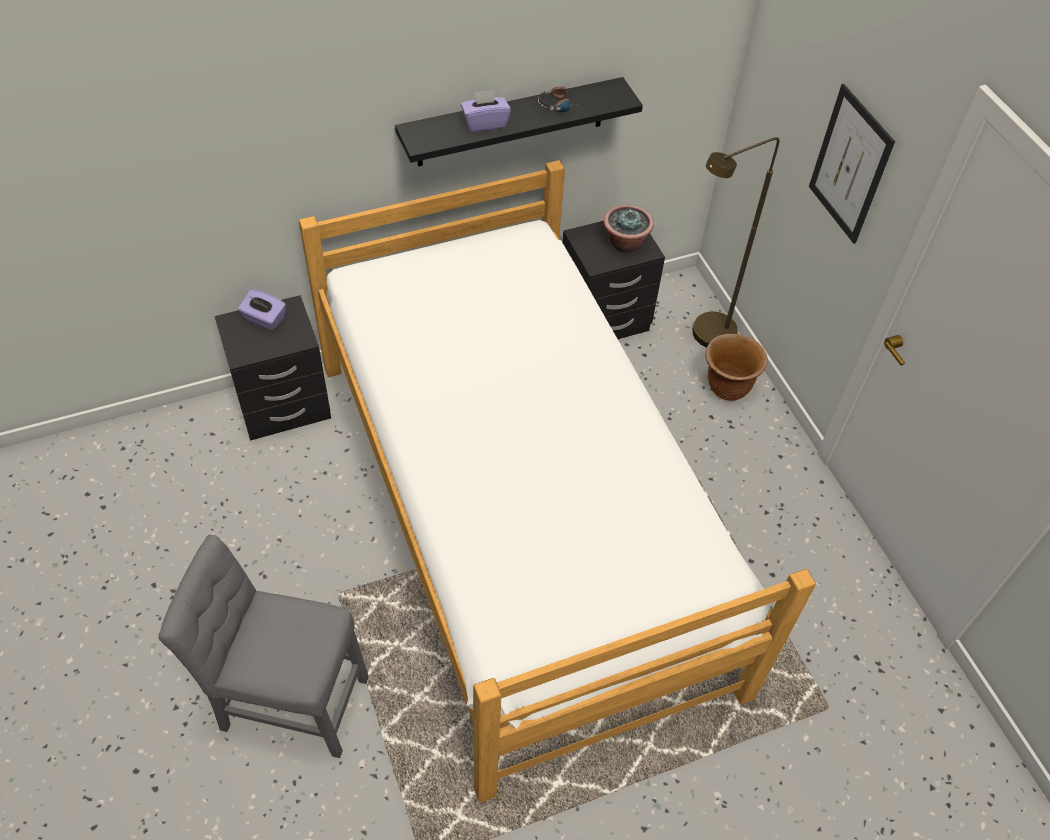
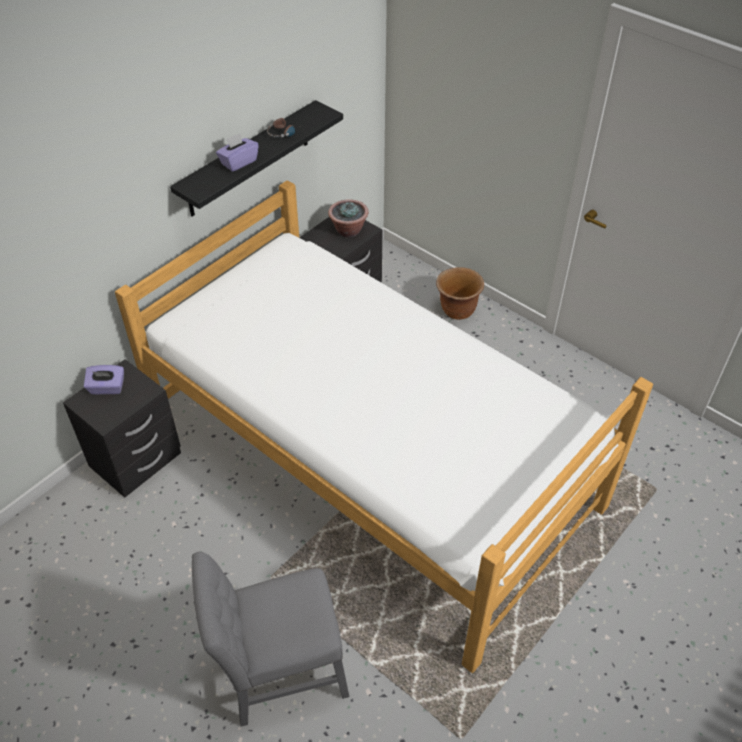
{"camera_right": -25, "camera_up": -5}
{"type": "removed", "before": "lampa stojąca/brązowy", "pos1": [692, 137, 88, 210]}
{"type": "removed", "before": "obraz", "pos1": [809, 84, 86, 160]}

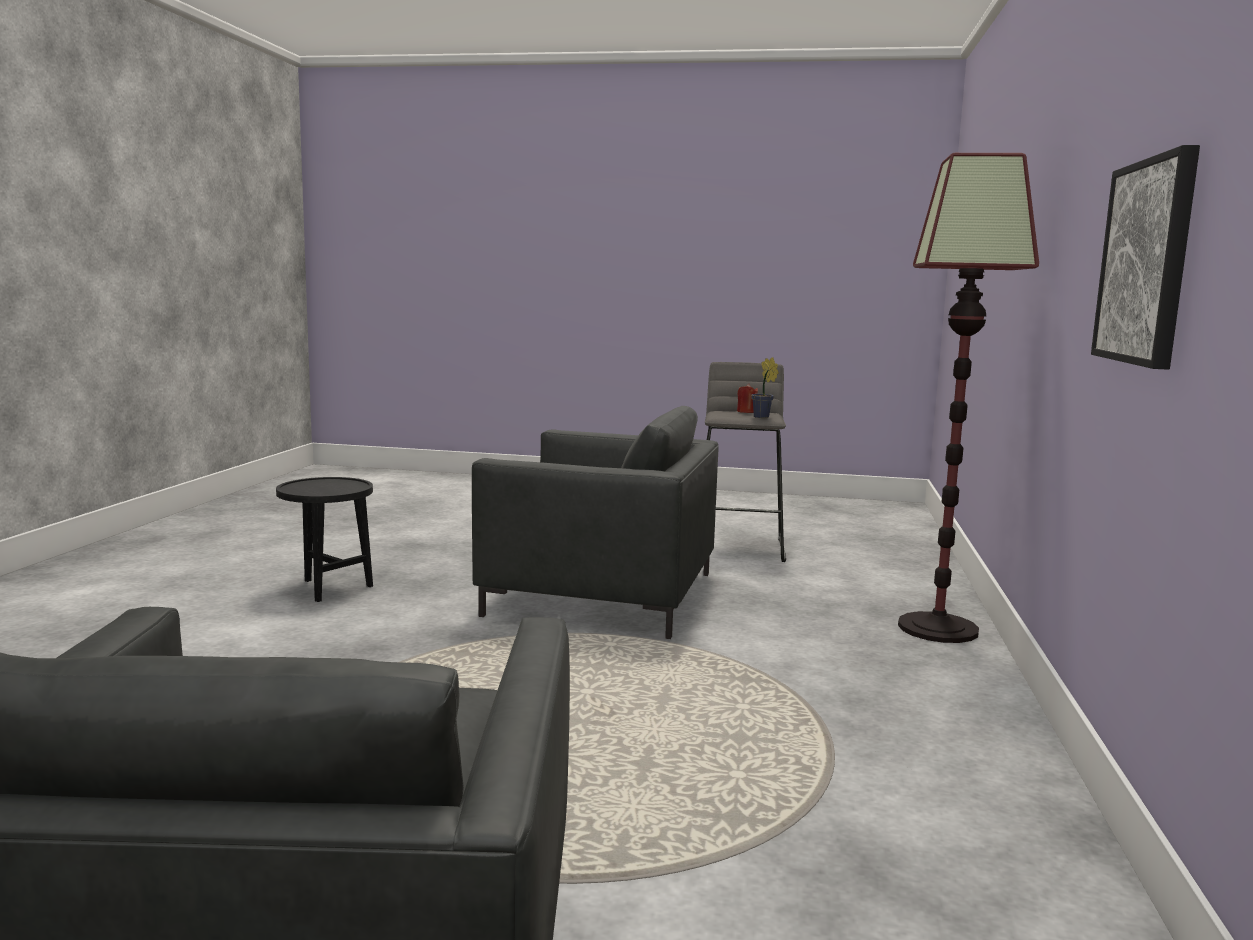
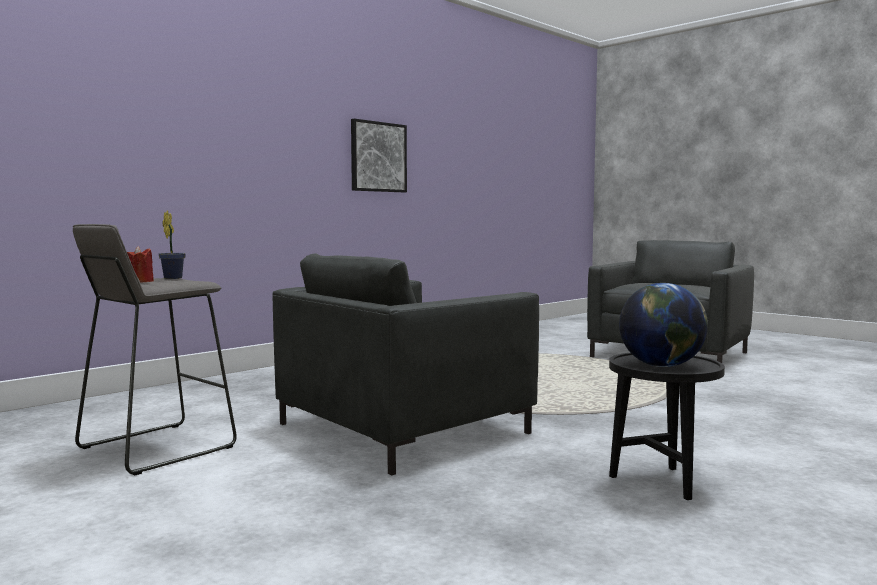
{"camera_right": -145, "camera_up": -5}
{"type": "turned", "before": "fotel/szary", "pos1": [472, 406, 247, 233], "pos2": [272, 254, 267, 222], "turn": -90}
{"type": "removed", "before": "lampa stojąca", "pos1": [898, 153, 141, 490]}
{"type": "added", "after": "globus", "pos2": [619, 283, 89, 84]}

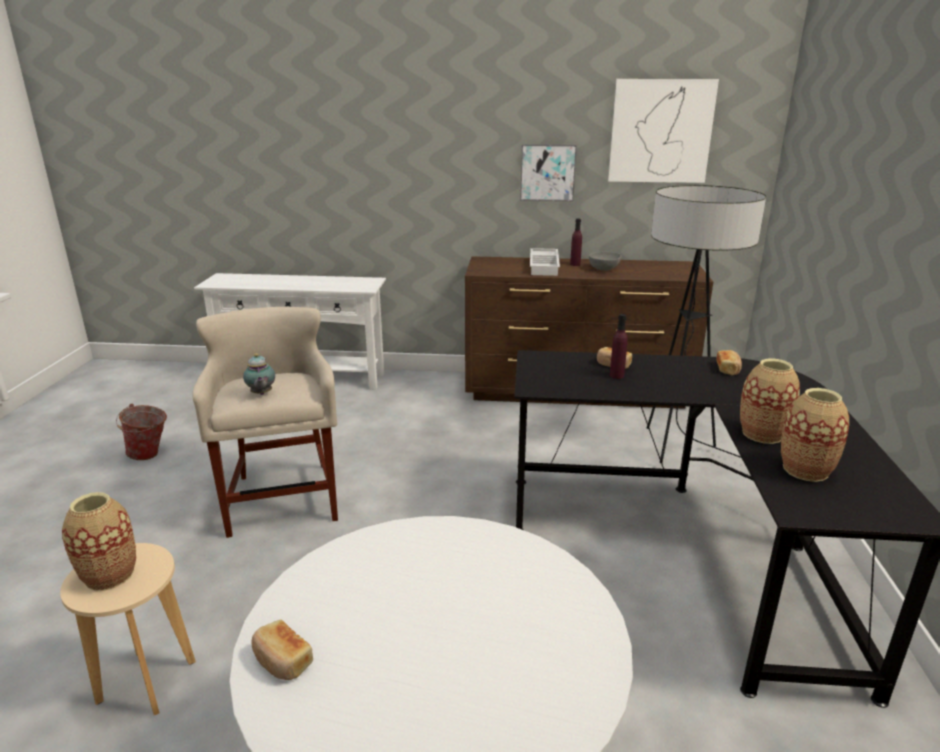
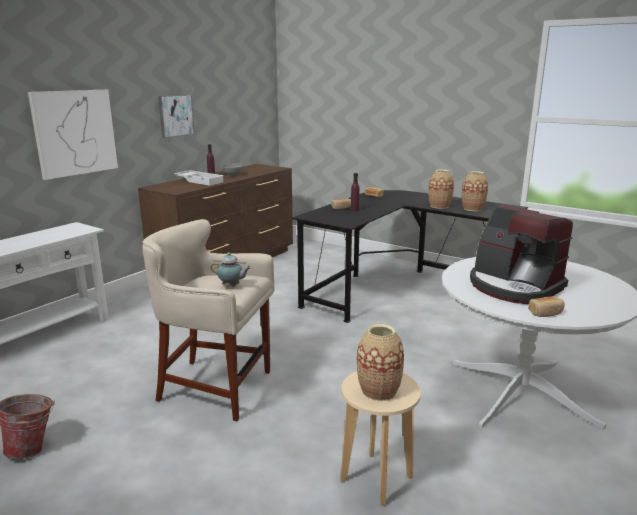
{"camera_right": -60, "camera_up": -5}
{"type": "moved", "before": "obraz", "pos1": [608, 79, 111, 104], "pos2": [28, 90, 90, 90]}
{"type": "removed", "before": "lampa stojąca", "pos1": [647, 185, 119, 278]}
{"type": "added", "after": "ekspres do kawy", "pos2": [470, 205, 103, 99]}

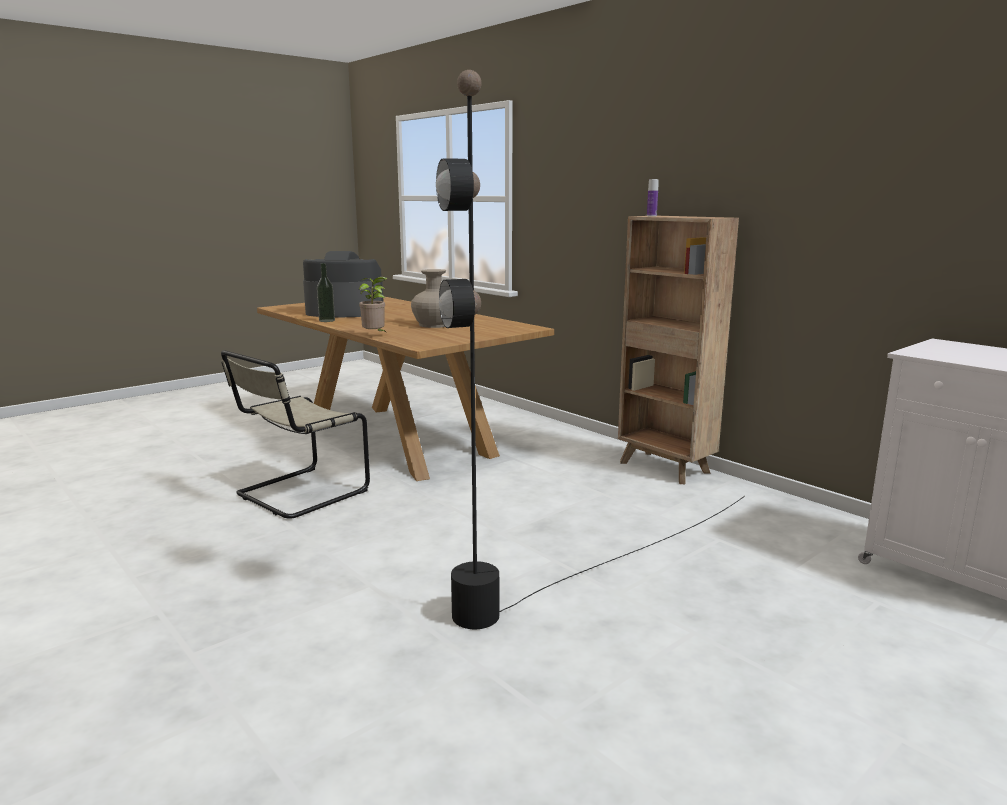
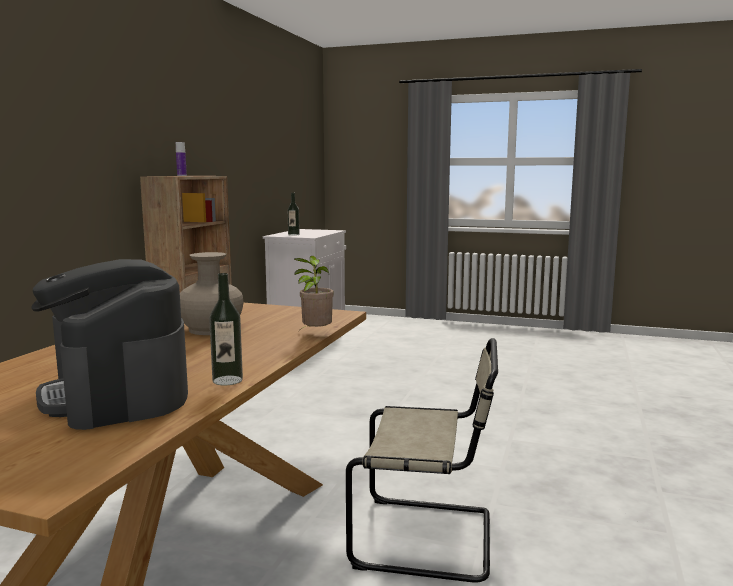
{"camera_right": -120, "camera_up": -5}
{"type": "removed", "before": "lampa stojąca/czarny", "pos1": [436, 70, 309, 559]}
{"type": "added", "after": "butelka", "pos2": [288, 193, 12, 43]}

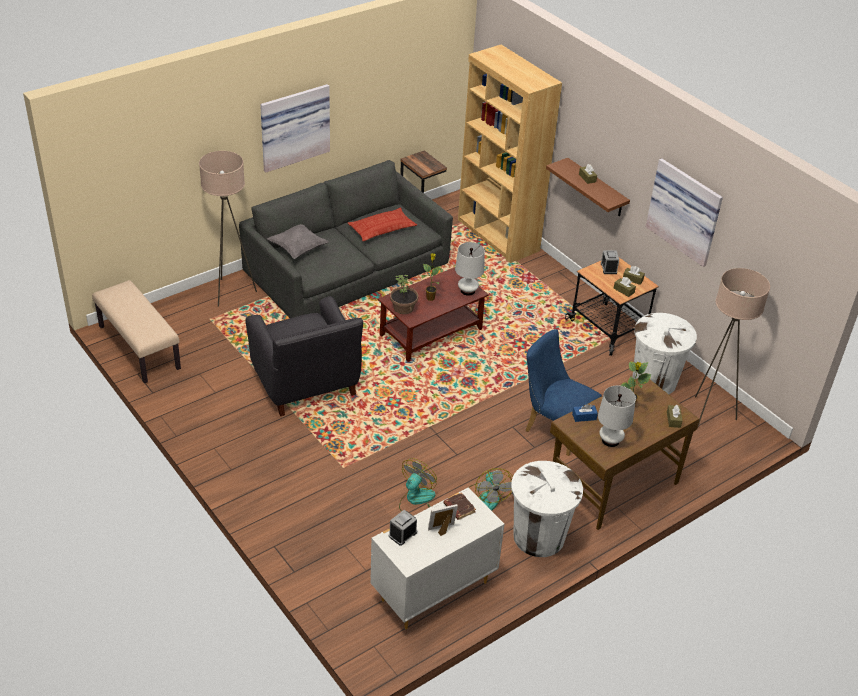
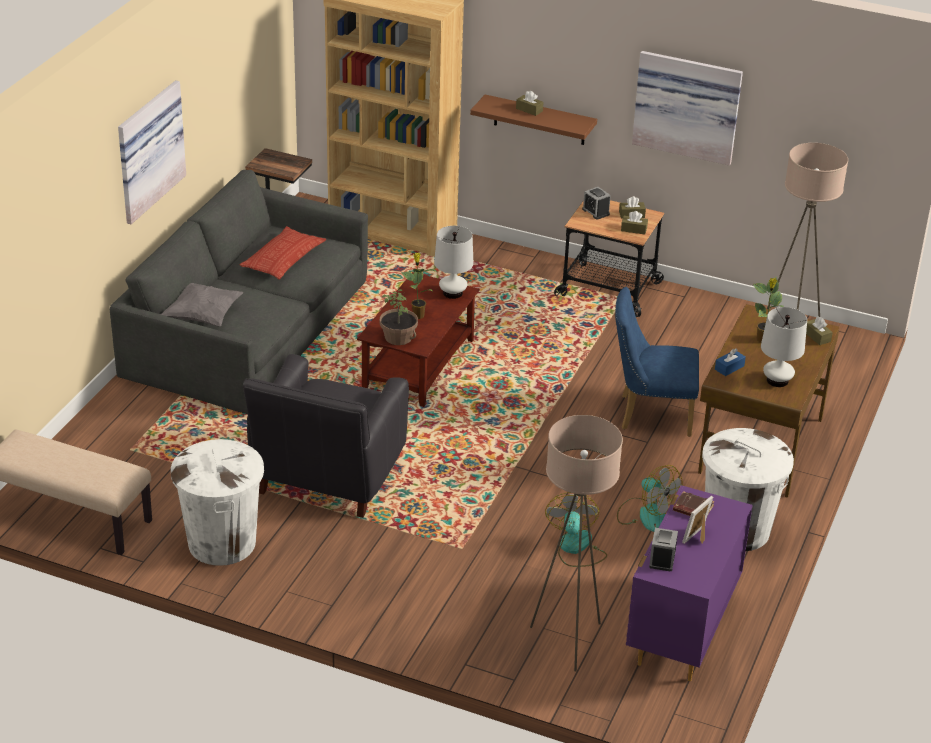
{"camera_right": -30, "camera_up": -5}
{"type": "moved", "before": "lampa stojąca/beżowy", "pos1": [199, 151, 58, 156], "pos2": [530, 415, 93, 257]}
{"type": "turned", "before": "fotel/czarny", "pos1": [245, 296, 118, 120], "pos2": [243, 354, 166, 164], "turn": 75}
{"type": "recoloured", "before": "komoda/biały", "after": "komoda/fioletowy", "pos1": [370, 488, 134, 141], "pos2": [626, 485, 127, 196]}
{"type": "moved", "before": "kosz na śmieci/biały", "pos1": [633, 313, 64, 81], "pos2": [171, 439, 93, 127]}

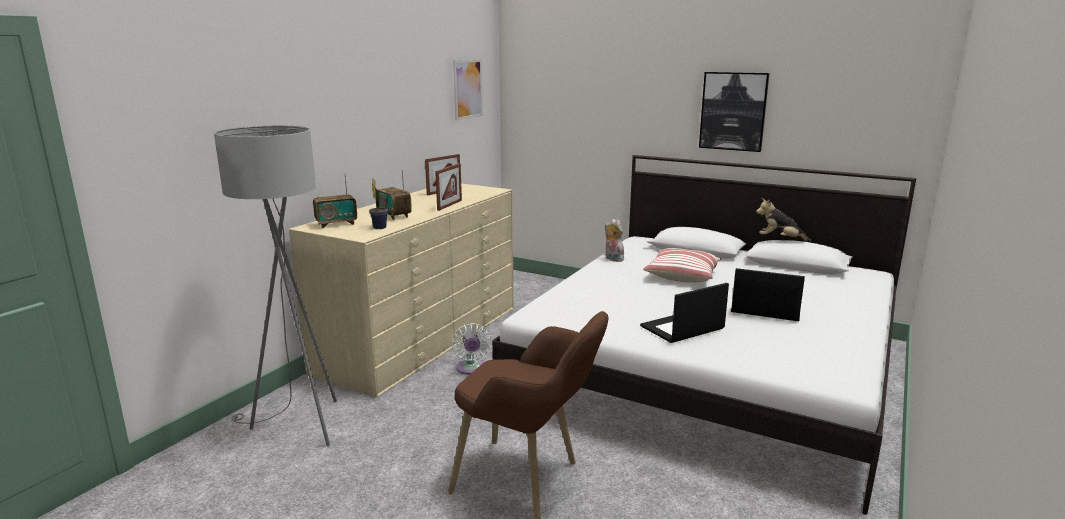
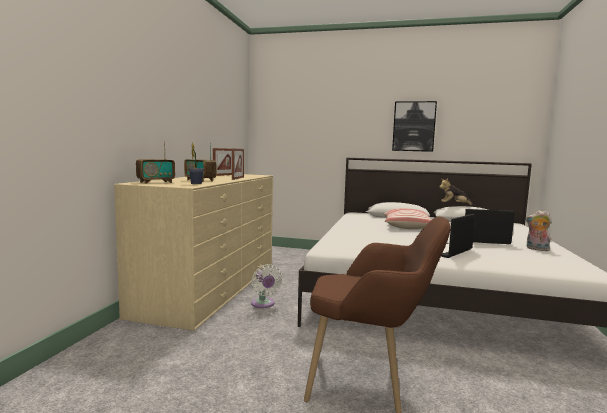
{"camera_right": -15, "camera_up": -10}
{"type": "removed", "before": "lampa stojąca/szary", "pos1": [214, 125, 123, 321]}
{"type": "removed", "before": "obraz", "pos1": [453, 59, 30, 61]}
{"type": "moved", "before": "pluszak", "pos1": [605, 219, 19, 43], "pos2": [525, 210, 27, 41]}

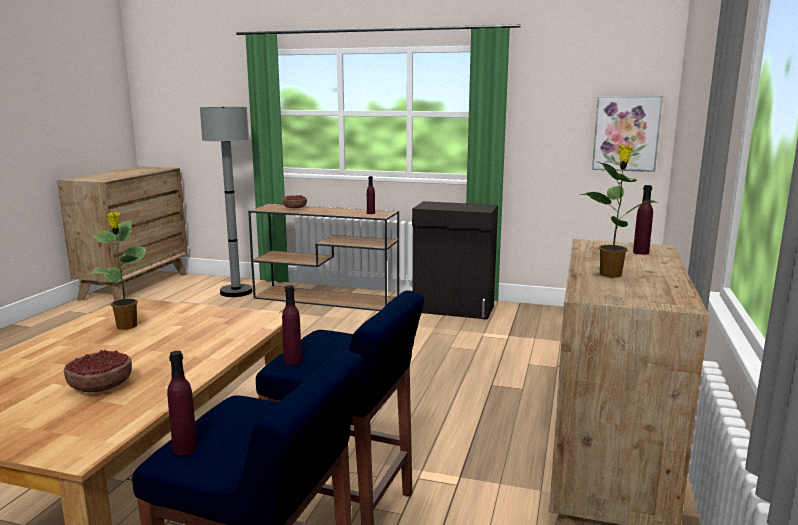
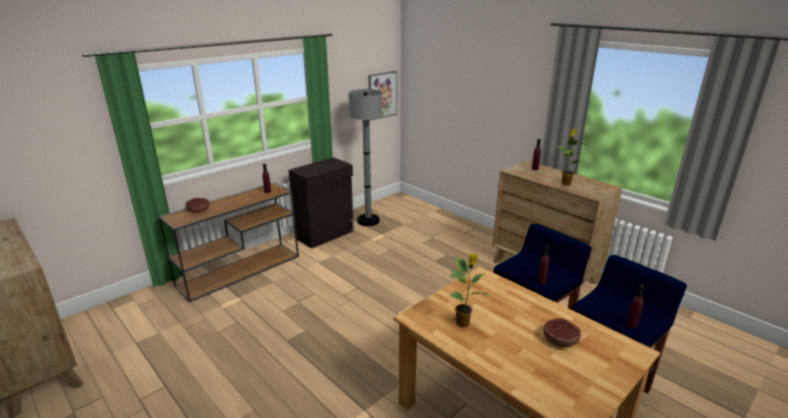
{"camera_right": -60, "camera_up": 10}
{"type": "moved", "before": "lampa stojąca/szary", "pos1": [200, 107, 52, 190], "pos2": [348, 89, 35, 137]}

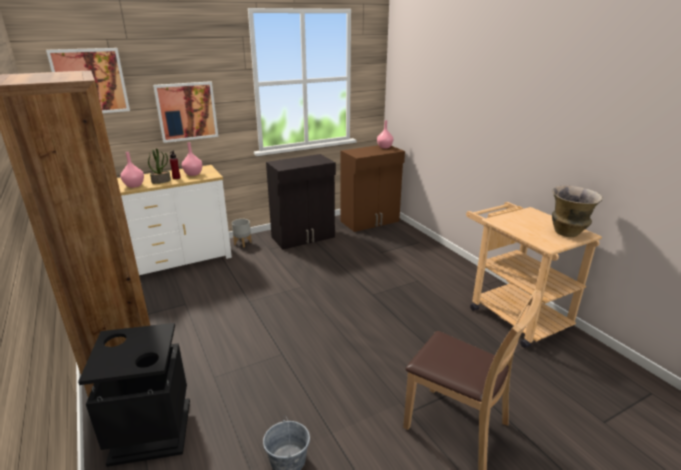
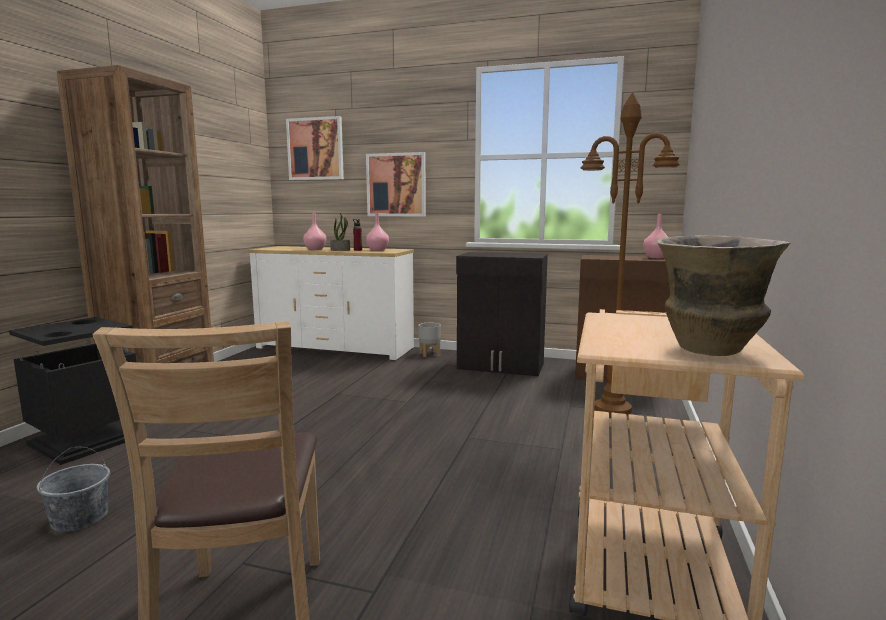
{"camera_right": 45, "camera_up": -15}
{"type": "added", "after": "lampa stojąca/brązowy", "pos2": [581, 92, 99, 324]}

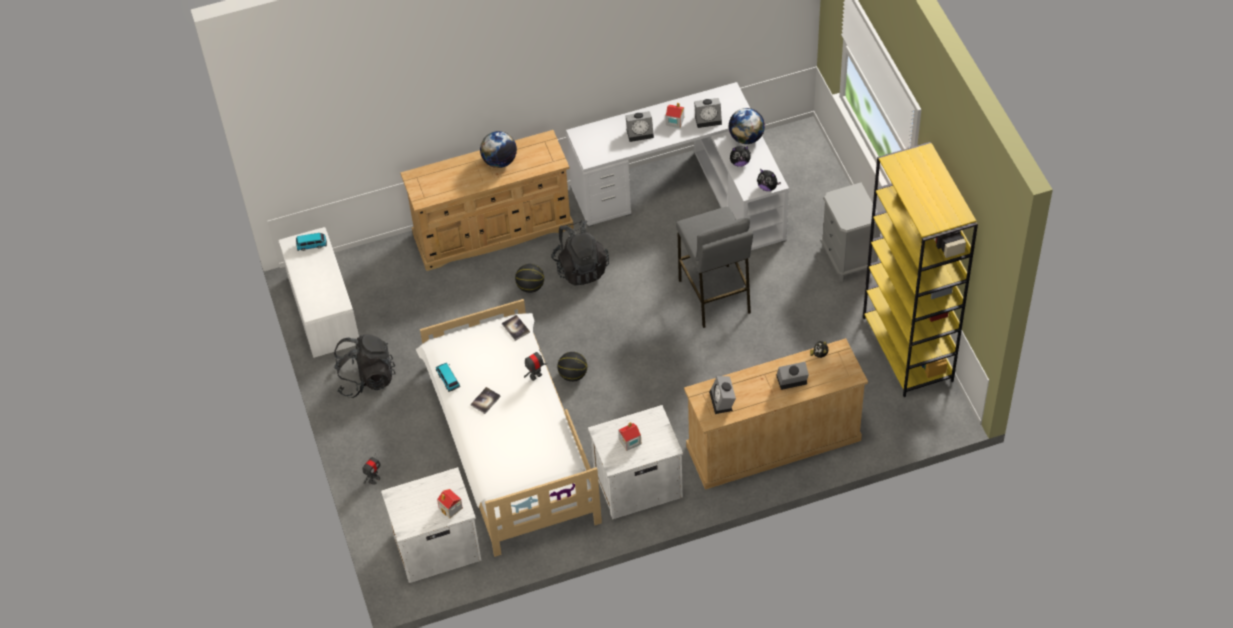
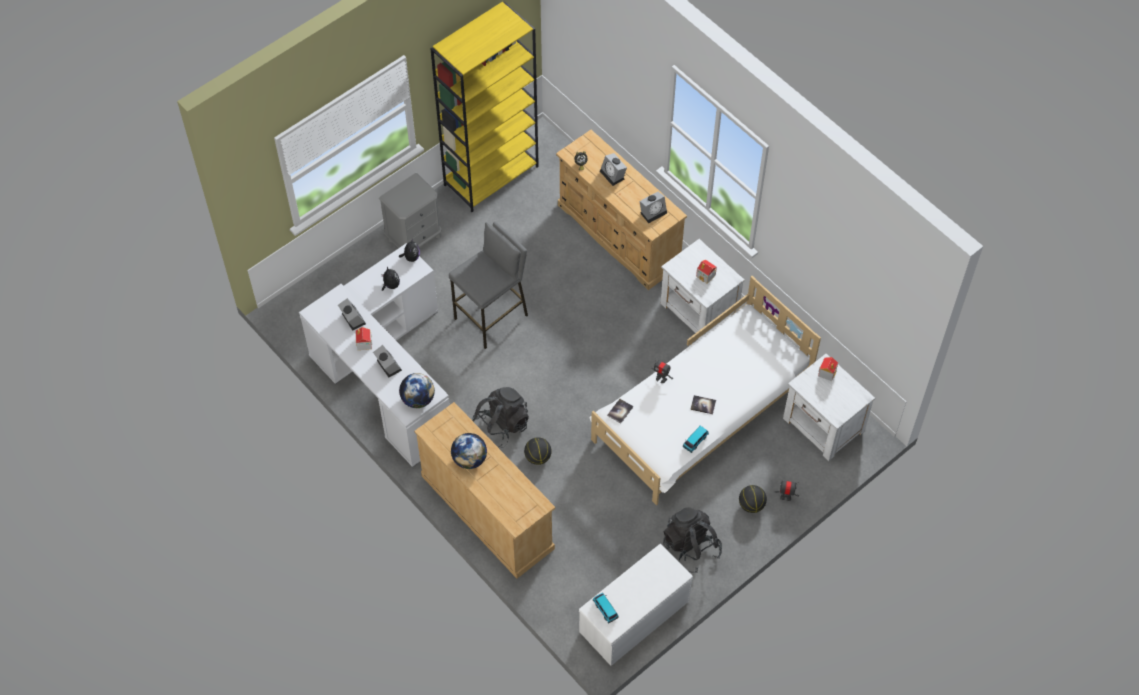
{"camera_right": -115, "camera_up": 5}
{"type": "moved", "before": "piłka do koszykówki", "pos1": [557, 352, 30, 30], "pos2": [739, 485, 28, 28]}
{"type": "moved", "before": "globus", "pos1": [729, 108, 36, 36], "pos2": [399, 373, 36, 35]}

